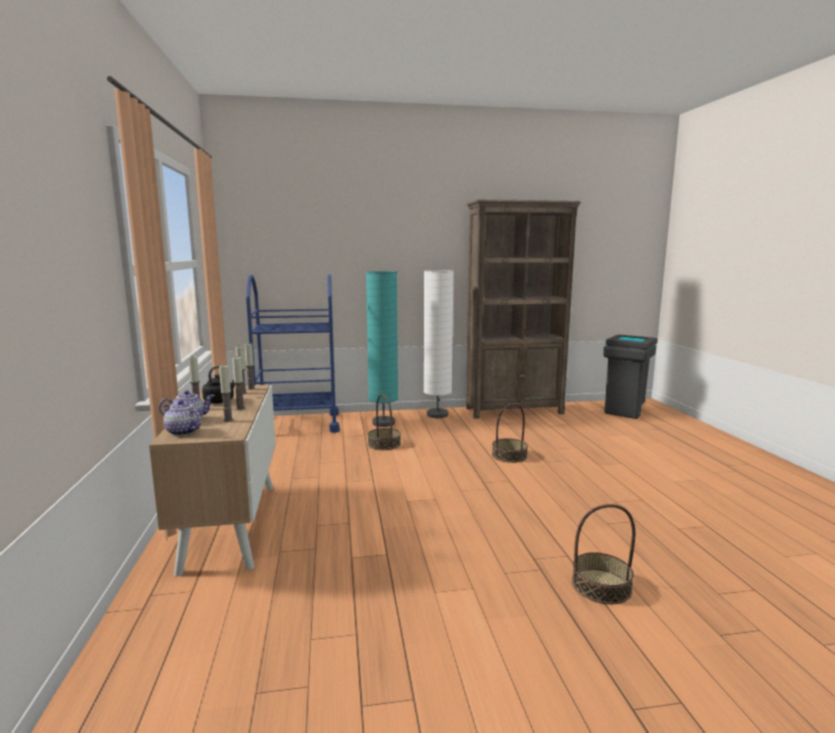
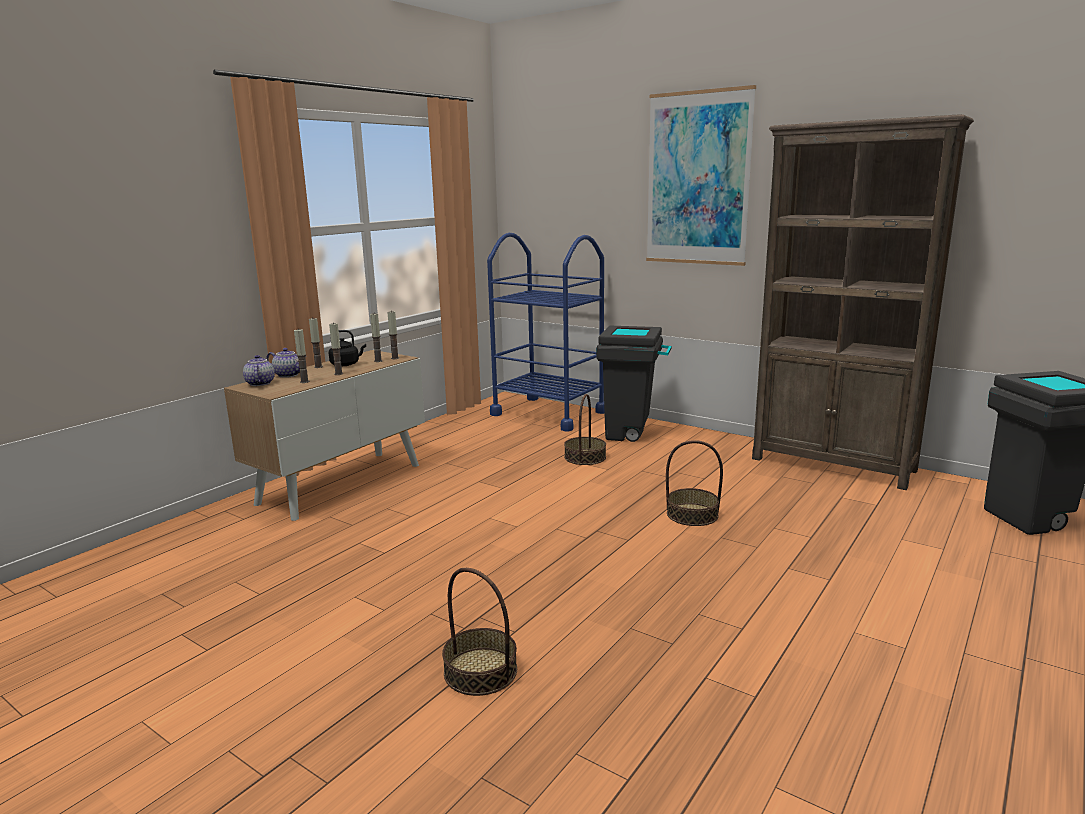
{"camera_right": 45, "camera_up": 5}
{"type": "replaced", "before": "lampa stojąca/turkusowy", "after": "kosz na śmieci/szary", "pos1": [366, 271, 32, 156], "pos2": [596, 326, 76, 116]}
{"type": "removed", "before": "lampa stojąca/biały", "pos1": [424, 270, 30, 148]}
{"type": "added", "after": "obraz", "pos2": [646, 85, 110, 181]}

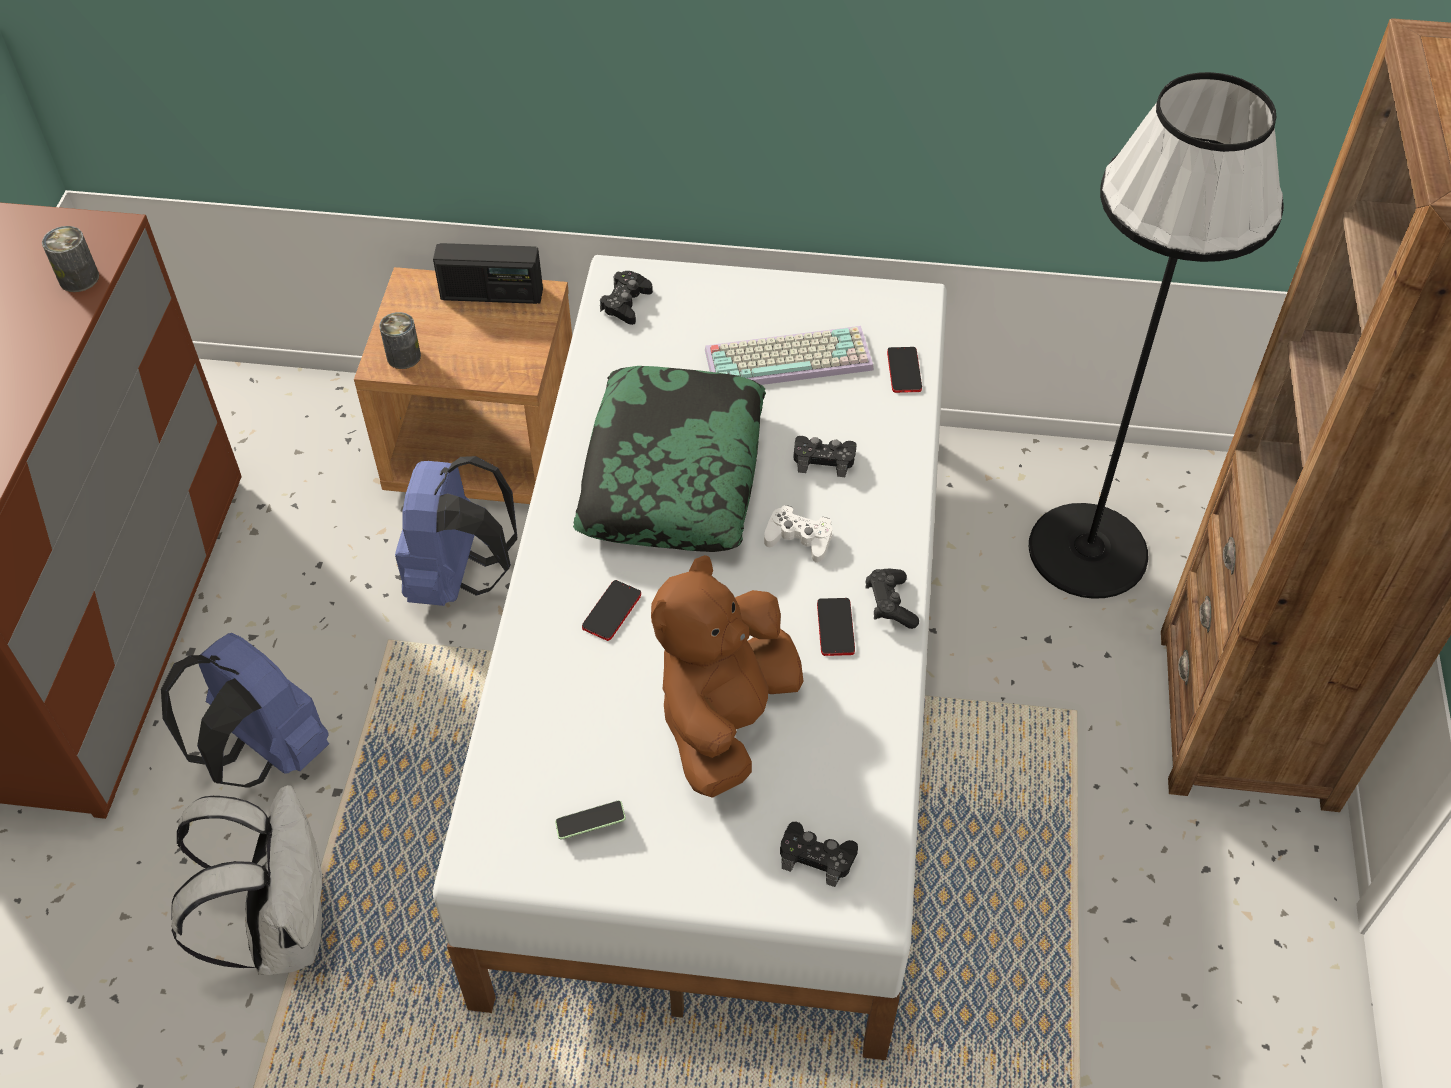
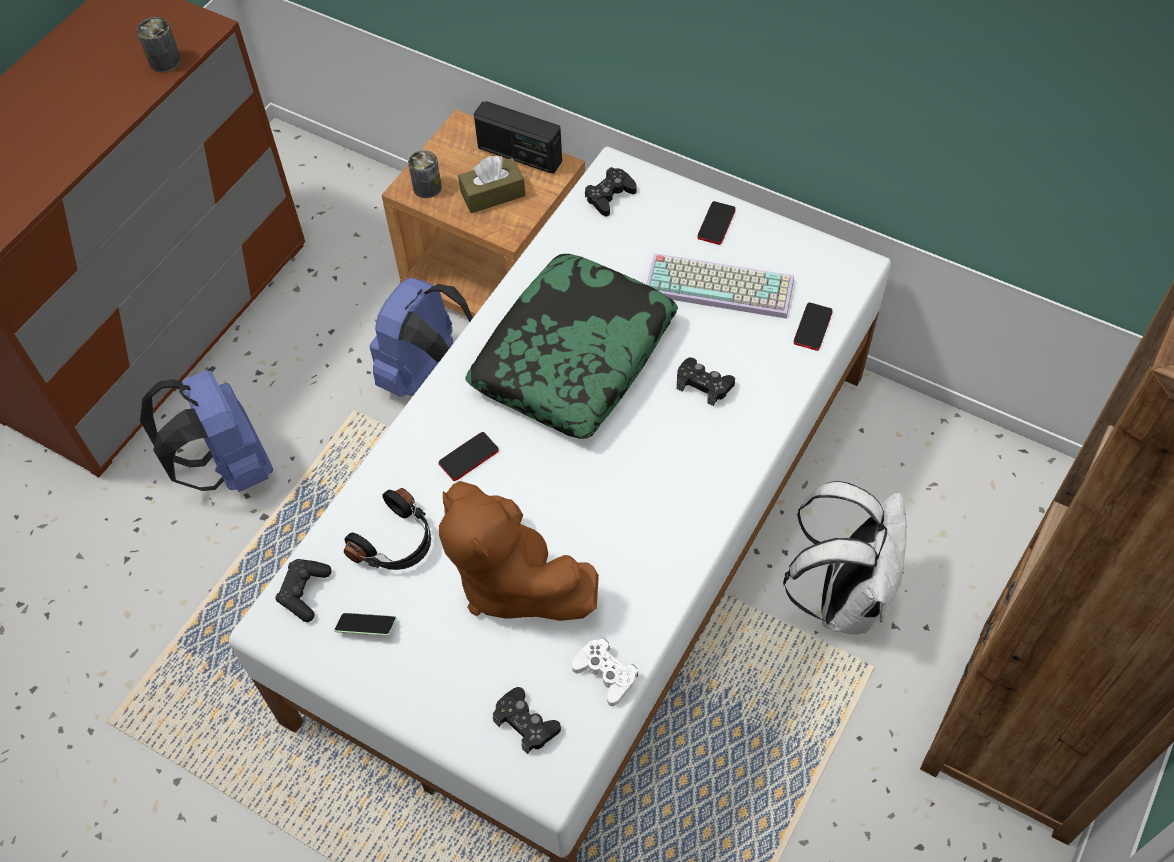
{"camera_right": 25, "camera_up": 5}
{"type": "moved", "before": "plecak/biały", "pos1": [171, 785, 155, 190], "pos2": [783, 481, 123, 153]}
{"type": "turned", "before": "pluszak/brązowy", "pos1": [651, 555, 153, 243], "pos2": [439, 481, 160, 140], "turn": -90}
{"type": "moved", "before": "pad do gier/biały", "pos1": [764, 505, 68, 58], "pos2": [572, 638, 66, 68]}
{"type": "moved", "before": "telefon", "pos1": [817, 598, 38, 58], "pos2": [697, 201, 39, 44]}
{"type": "moved", "before": "pad do gier/czarny", "pos1": [866, 569, 53, 60], "pos2": [275, 559, 57, 63]}
{"type": "removed", "before": "lampa stojąca/czarny", "pos1": [1029, 72, 255, 527]}
{"type": "added", "after": "słuchawki/czarny", "pos2": [344, 488, 87, 82]}
{"type": "added", "after": "pudełko chusteczek/brązowy", "pos2": [458, 156, 68, 57]}

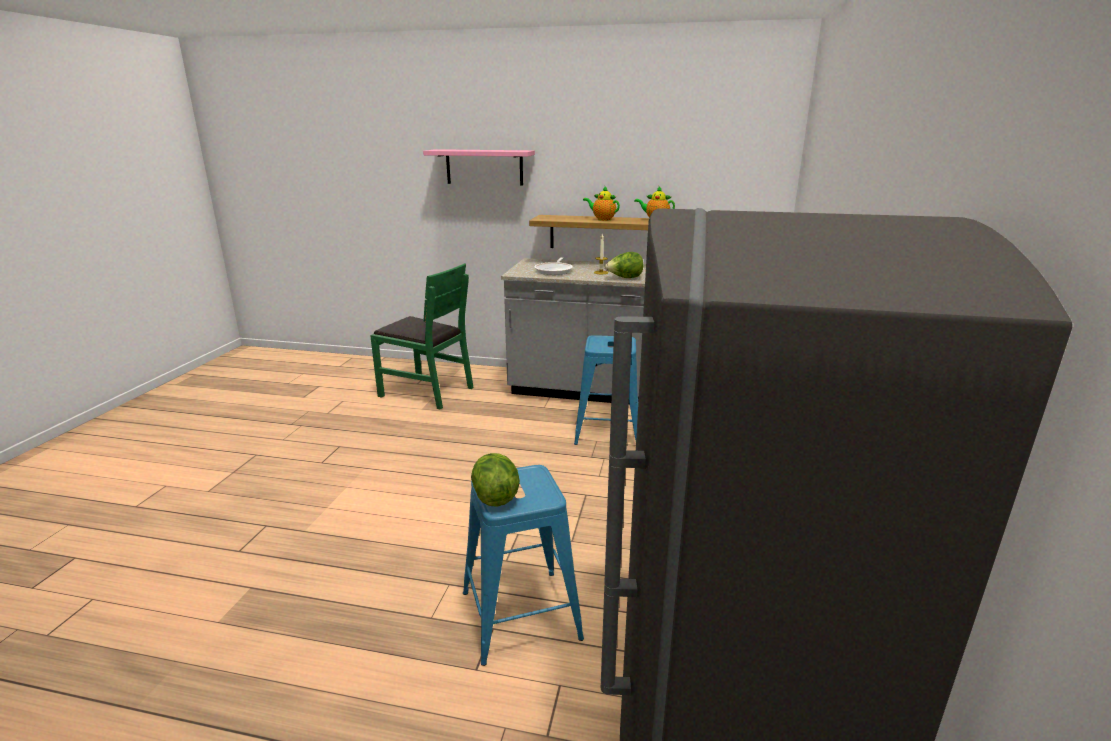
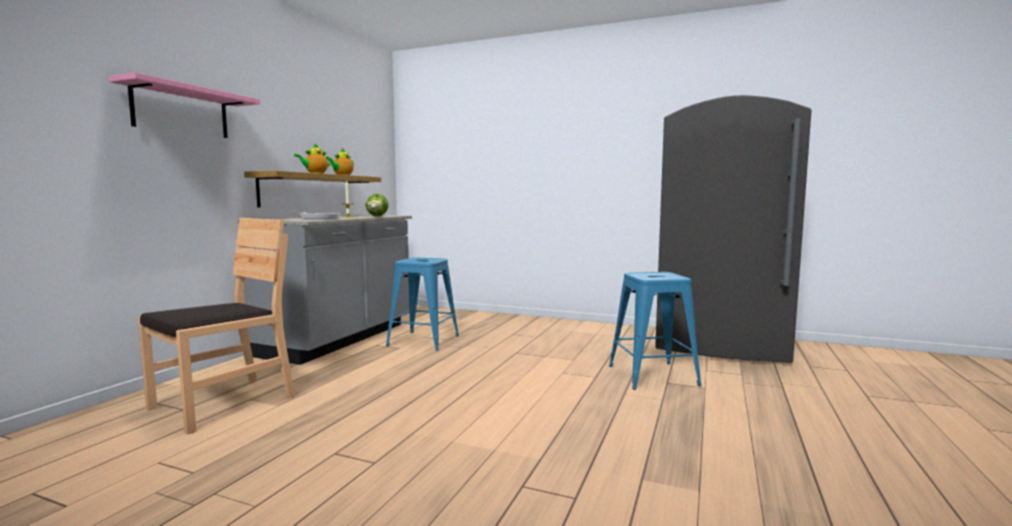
{"camera_right": -80, "camera_up": -15}
{"type": "recoloured", "before": "krzesło/zielony", "after": "krzesło/brązowy", "pos1": [370, 263, 104, 147], "pos2": [138, 218, 157, 217]}
{"type": "removed", "before": "sałata", "pos1": [471, 453, 49, 54]}

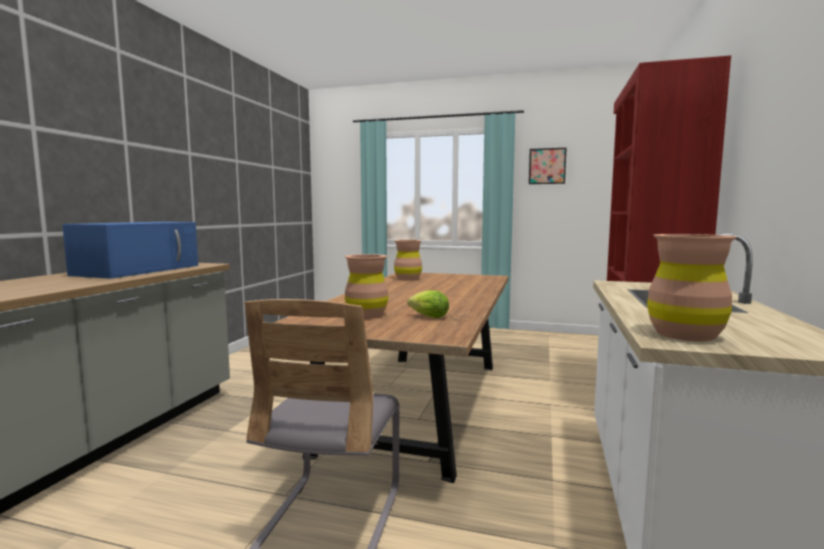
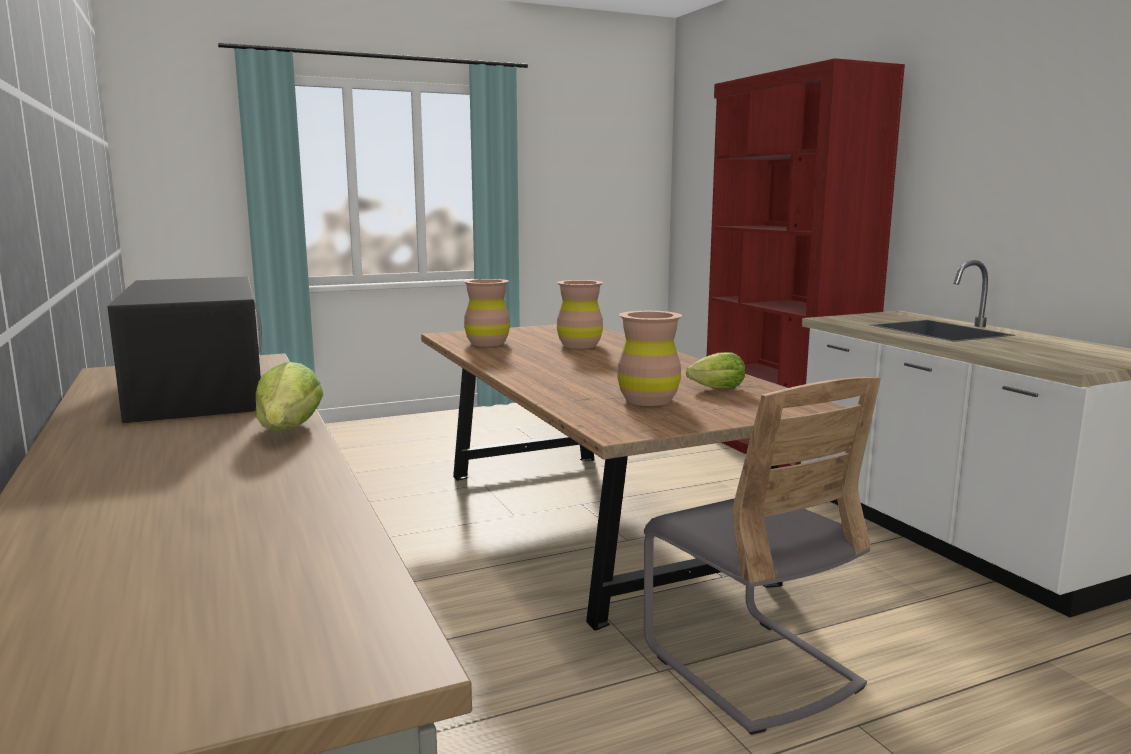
{"camera_right": -40, "camera_up": 5}
{"type": "recoloured", "before": "mikrofalówka/niebieski", "after": "mikrofalówka/czarny", "pos1": [62, 222, 136, 57], "pos2": [108, 276, 154, 147]}
{"type": "removed", "before": "obraz", "pos1": [529, 148, 38, 36]}
{"type": "moved", "before": "wazon/brązowy", "pos1": [647, 234, 90, 107], "pos2": [557, 280, 46, 69]}
{"type": "added", "after": "sałata", "pos2": [255, 361, 69, 70]}

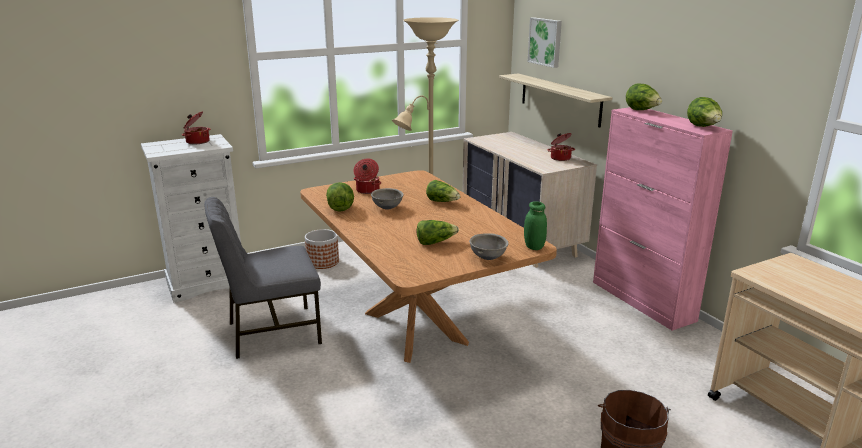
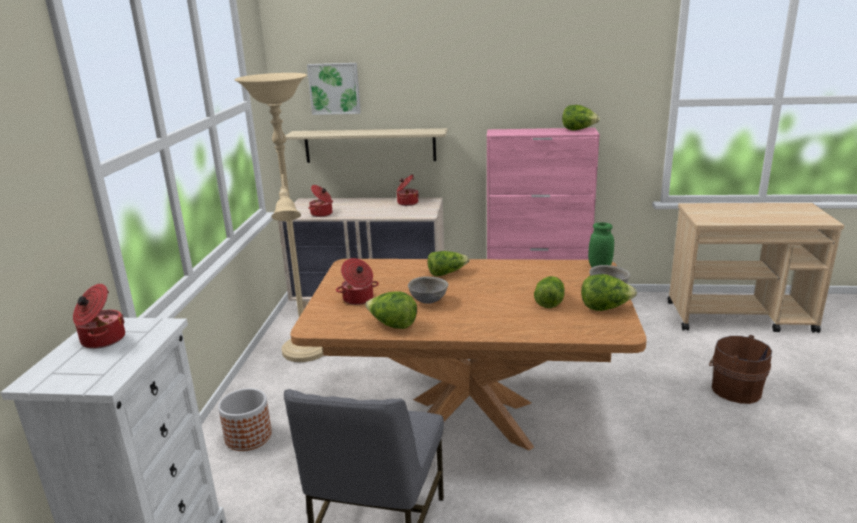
{"camera_right": -55, "camera_up": 0}
{"type": "moved", "before": "sałata", "pos1": [626, 83, 36, 27], "pos2": [581, 274, 56, 37]}
{"type": "added", "after": "garnek", "pos2": [308, 185, 25, 32]}

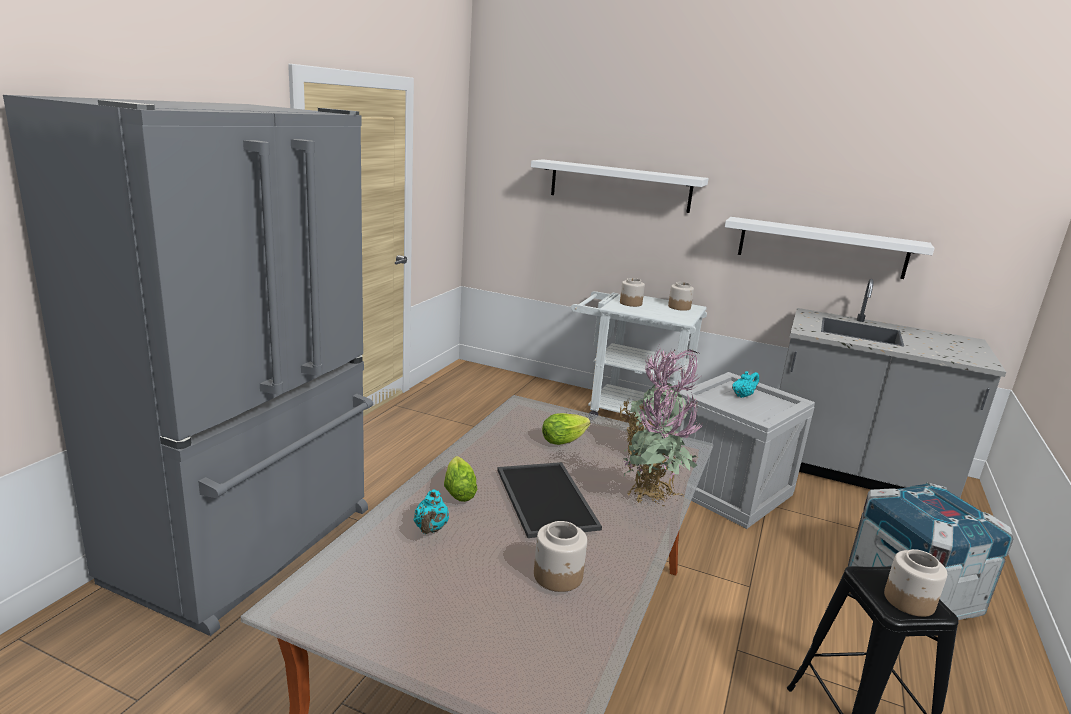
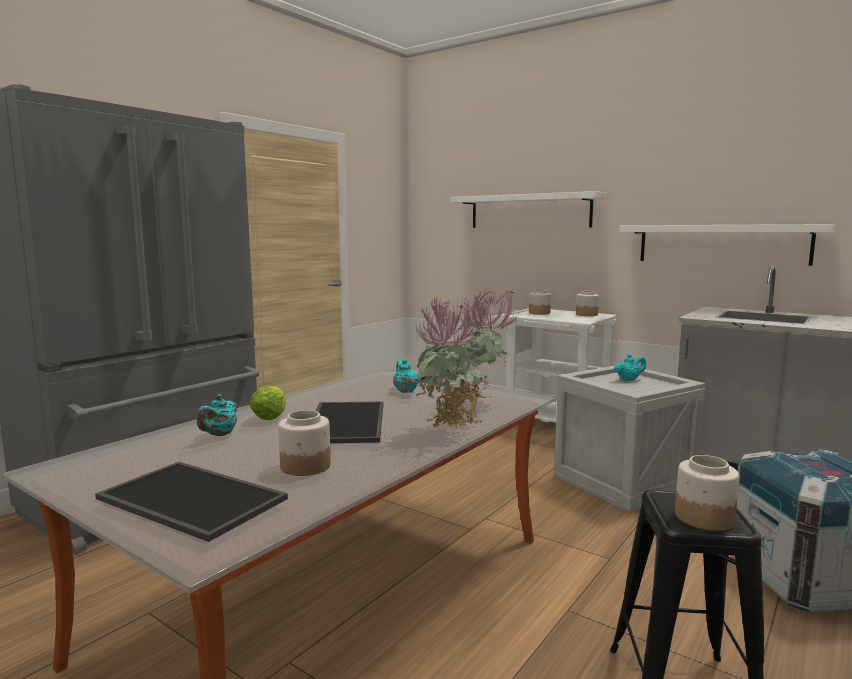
{"camera_right": 15, "camera_up": -10}
{"type": "replaced", "before": "sałata", "after": "imbryk/turkusowy", "pos1": [542, 413, 48, 32], "pos2": [393, 359, 25, 34]}
{"type": "added", "after": "taca", "pos2": [95, 462, 193, 80]}

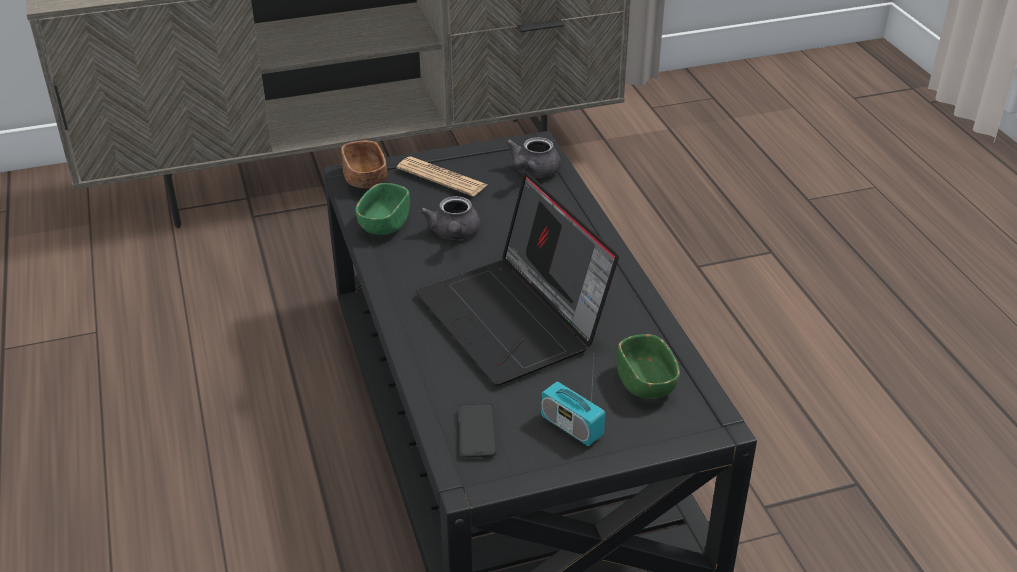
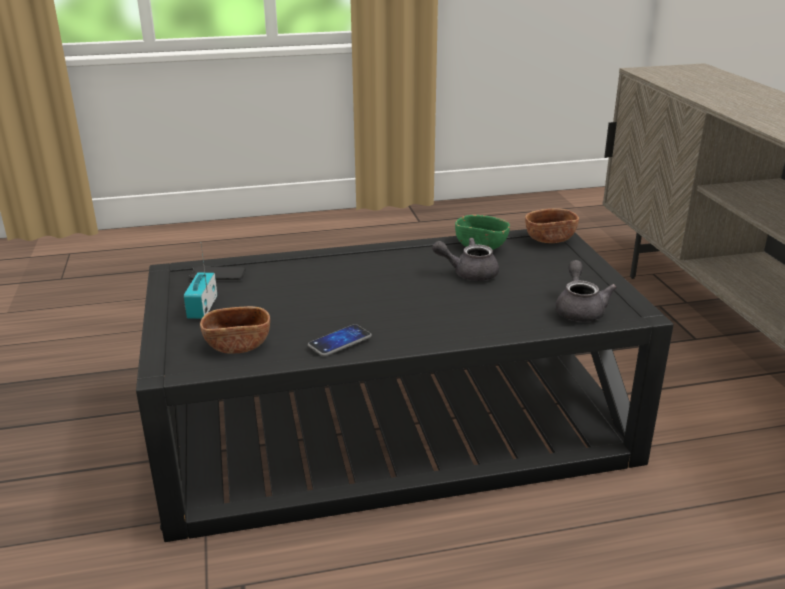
{"camera_right": 95, "camera_up": -10}
{"type": "removed", "before": "gazeta", "pos1": [397, 156, 90, 40]}
{"type": "removed", "before": "laptop", "pos1": [416, 173, 203, 213]}
{"type": "turned", "before": "imbryk/szary", "pos1": [506, 137, 55, 40], "pos2": [555, 260, 62, 62], "turn": 60}
{"type": "turned", "before": "radio", "pos1": [541, 360, 64, 86], "pos2": [184, 246, 33, 73], "turn": -45}
{"type": "recoloured", "before": "miska/zielony", "after": "miska/brązowy", "pos1": [617, 334, 63, 65], "pos2": [200, 306, 70, 47]}
{"type": "added", "after": "telefon", "pos2": [308, 324, 64, 33]}

